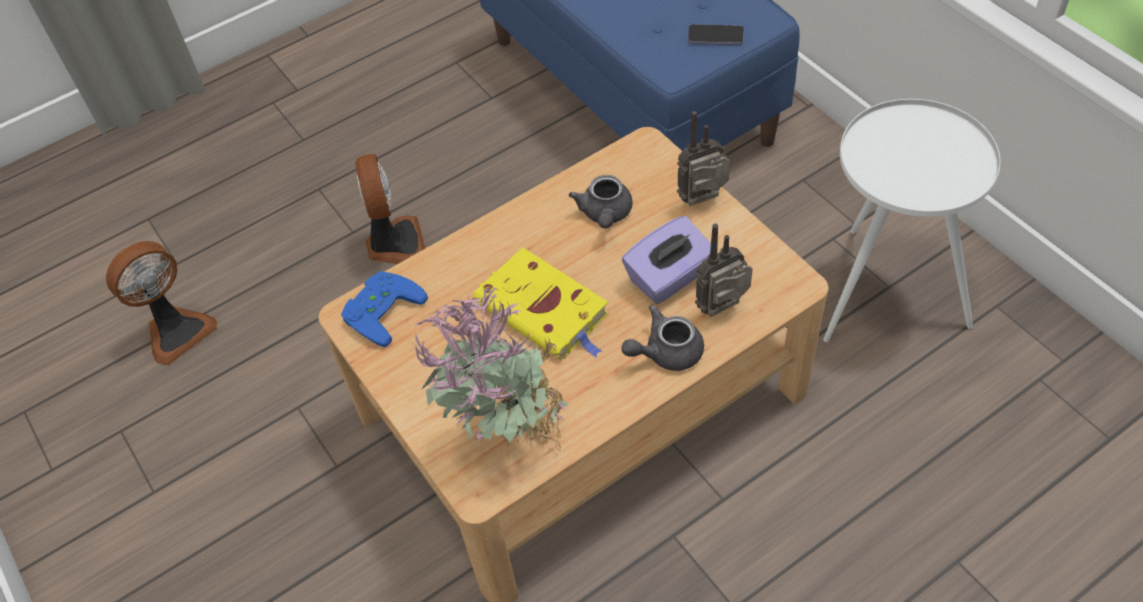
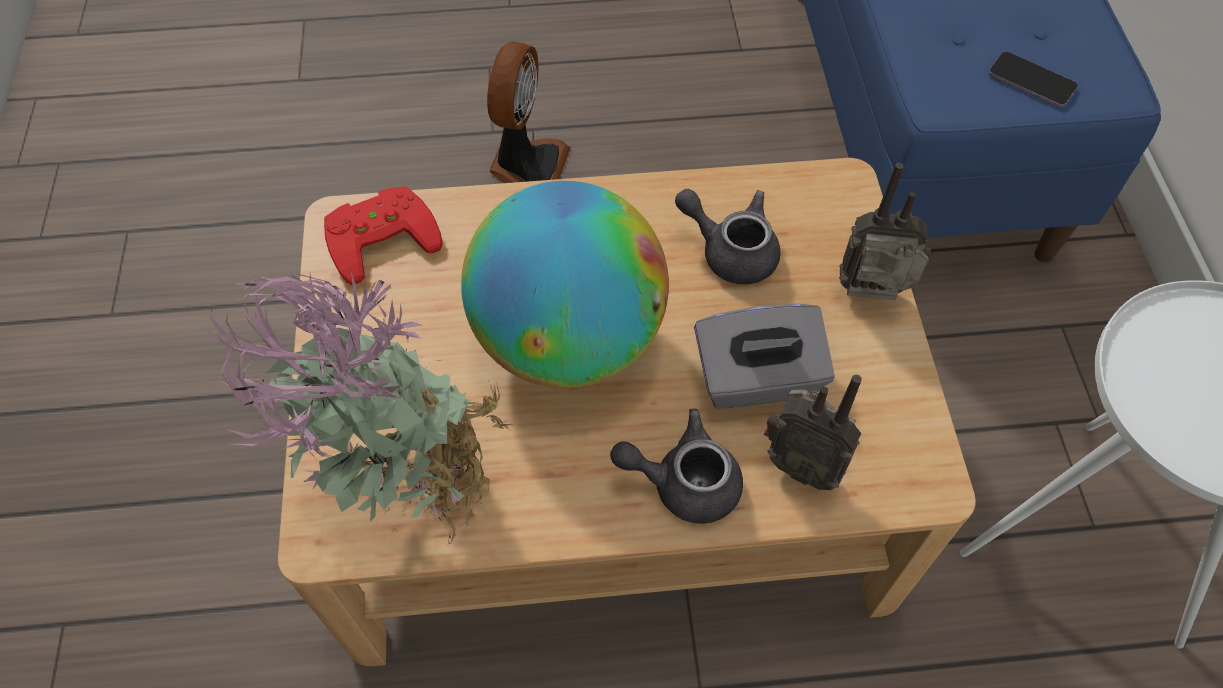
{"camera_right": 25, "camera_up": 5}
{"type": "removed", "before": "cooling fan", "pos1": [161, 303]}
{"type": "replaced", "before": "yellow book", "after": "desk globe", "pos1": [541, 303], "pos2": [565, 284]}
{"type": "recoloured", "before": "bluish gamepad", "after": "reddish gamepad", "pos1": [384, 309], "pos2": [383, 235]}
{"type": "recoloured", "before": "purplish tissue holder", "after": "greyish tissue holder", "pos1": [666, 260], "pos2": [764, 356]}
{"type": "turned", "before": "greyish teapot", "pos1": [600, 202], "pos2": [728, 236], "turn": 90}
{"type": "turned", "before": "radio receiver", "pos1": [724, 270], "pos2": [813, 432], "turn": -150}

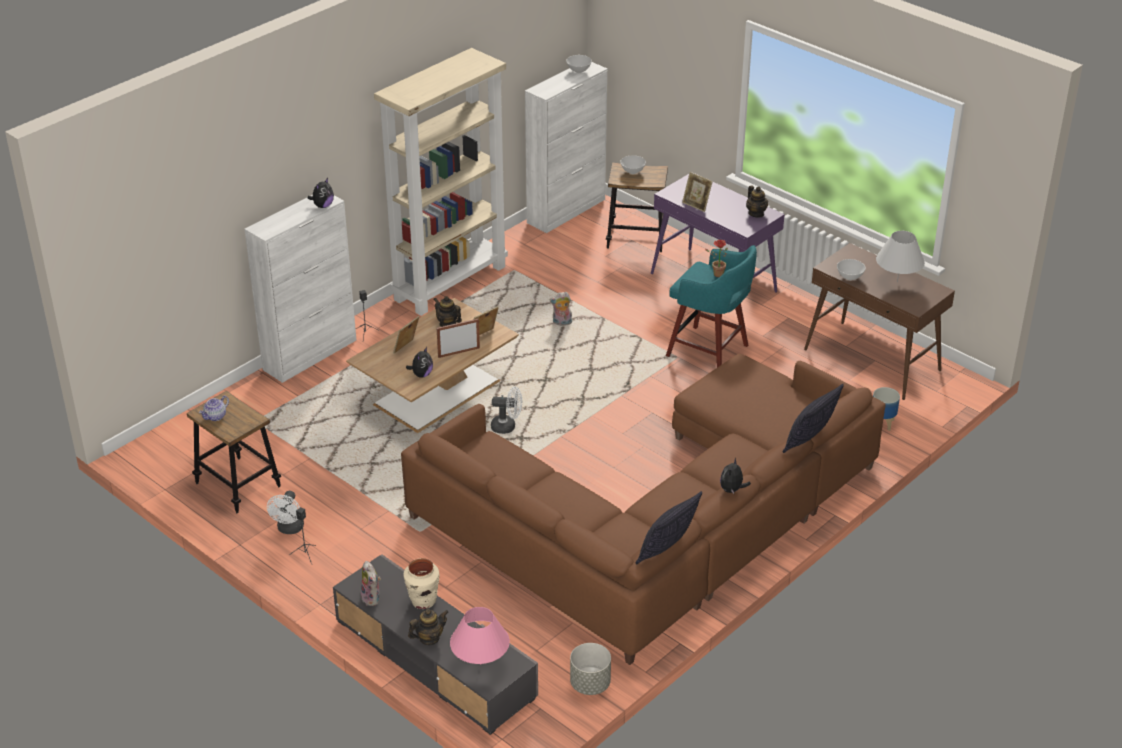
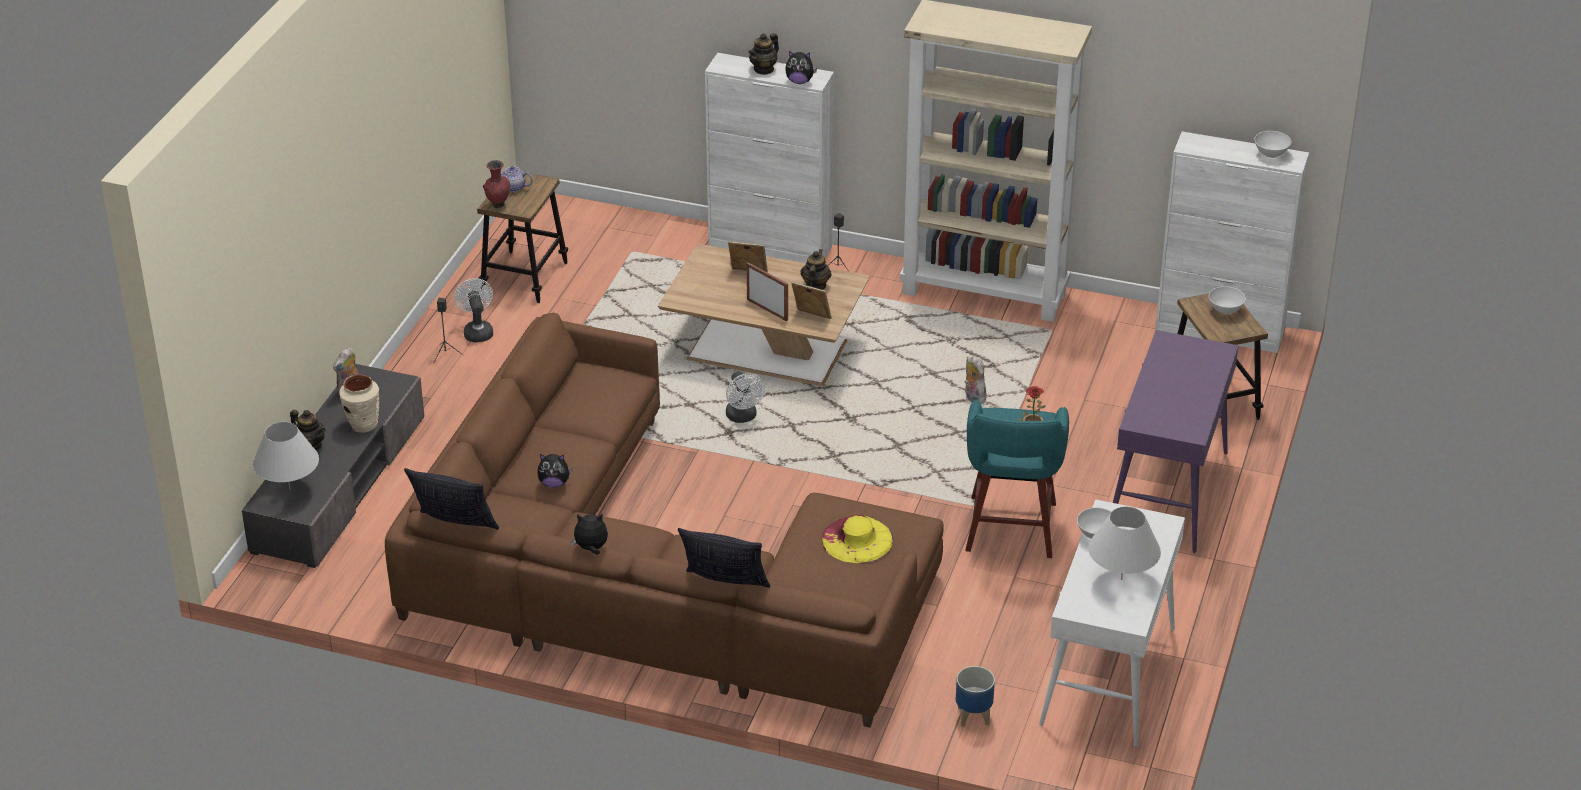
{"camera_right": 65, "camera_up": 0}
{"type": "removed", "before": "greyish flower pot", "pos1": [590, 669]}
{"type": "removed", "before": "photo frame", "pos1": [697, 192]}
{"type": "added", "after": "reddish decorative vase", "pos2": [496, 184]}
{"type": "added", "after": "yellow hat", "pos2": [858, 539]}
{"type": "moved", "before": "plush toy", "pos1": [419, 362], "pos2": [555, 471]}
{"type": "moved", "before": "teapot", "pos1": [757, 201], "pos2": [763, 54]}
{"type": "recoloured", "before": "pinkish tabletop lamp", "after": "white tabletop lamp", "pos1": [480, 636], "pos2": [285, 456]}
{"type": "recoloured", "before": "brown hall table", "after": "white hall table", "pos1": [879, 321], "pos2": [1112, 623]}
{"type": "turned", "before": "white cooling fan", "pos1": [285, 512], "pos2": [473, 310], "turn": 90}

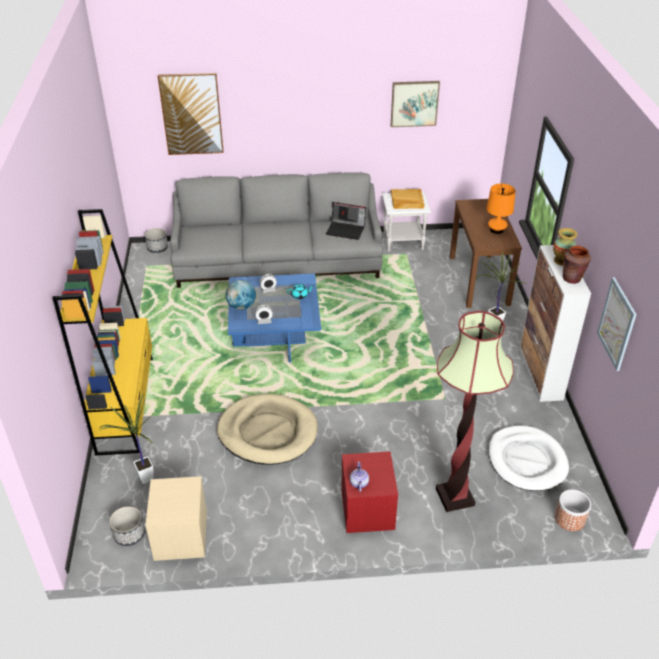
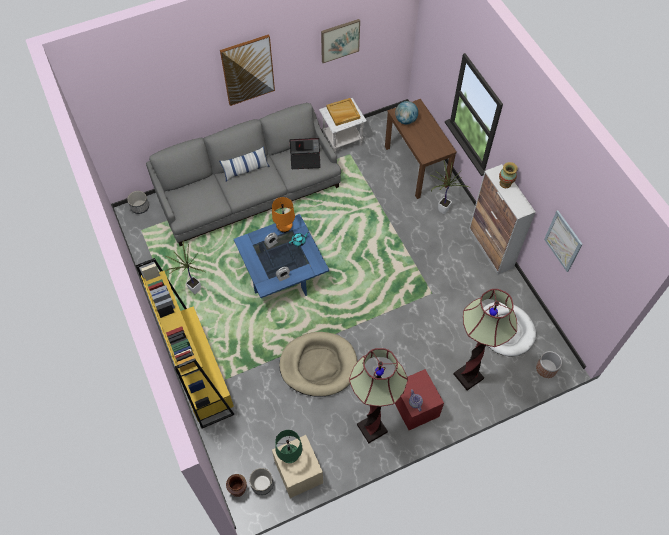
{"camera_right": -20, "camera_up": 20}
{"type": "added", "after": "pillow", "pos2": [244, 164]}
{"type": "added", "after": "green tabletop lamp", "pos2": [288, 446]}
{"type": "added", "after": "standard lamp", "pos2": [378, 395]}
{"type": "moved", "before": "houseplant", "pos1": [127, 439], "pos2": [185, 267]}
{"type": "moved", "before": "wall picture", "pos1": [191, 114], "pos2": [247, 70]}
{"type": "moved", "before": "desk globe", "pos1": [241, 295], "pos2": [406, 113]}
{"type": "moved", "before": "orange tabletop lamp", "pos1": [501, 209], "pos2": [283, 215]}
{"type": "moved", "before": "brown decorative vase", "pos1": [577, 264], "pos2": [236, 485]}

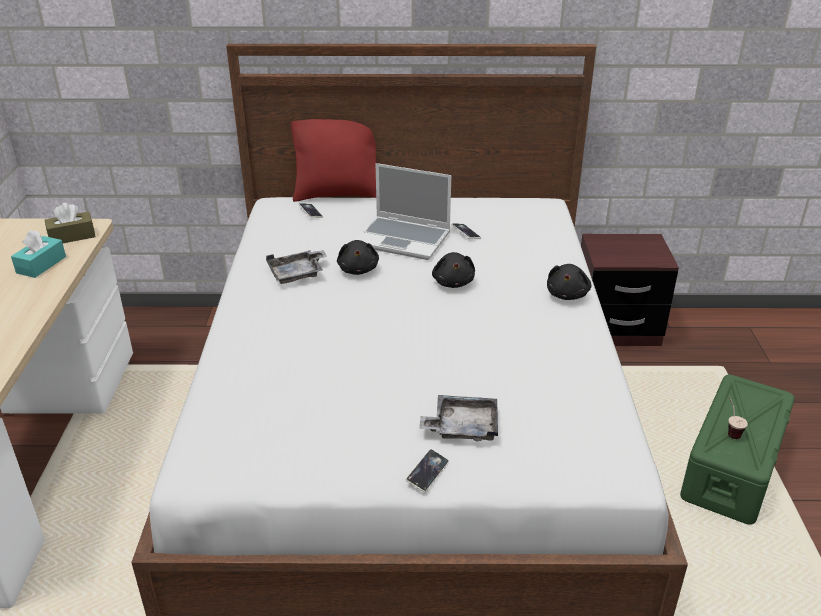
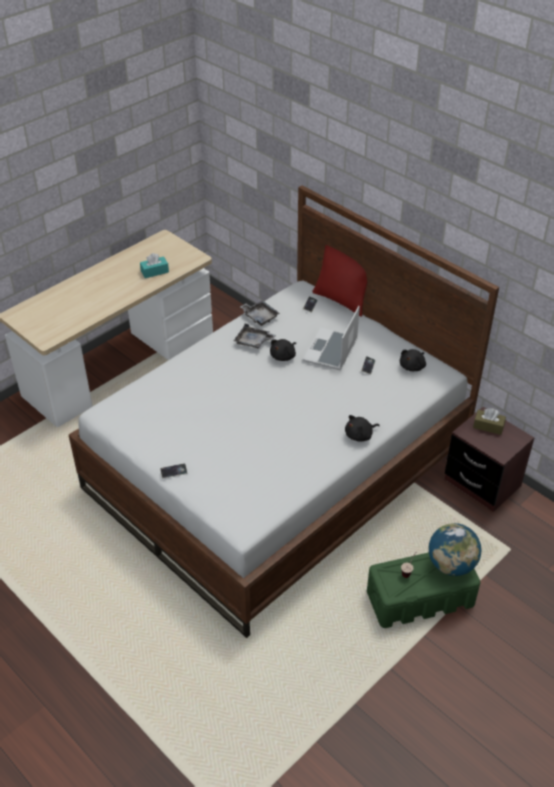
{"camera_right": 45, "camera_up": 10}
{"type": "added", "after": "desk globe", "pos2": [455, 549]}
{"type": "moved", "before": "brown tissue holder", "pos1": [70, 223], "pos2": [489, 421]}
{"type": "moved", "before": "greyish serving tray", "pos1": [458, 418], "pos2": [260, 313]}
{"type": "moved", "before": "blackish plush toy", "pos1": [453, 270], "pos2": [412, 360]}
{"type": "turned", "before": "laptop", "pos1": [403, 211], "pos2": [331, 338], "turn": 45}

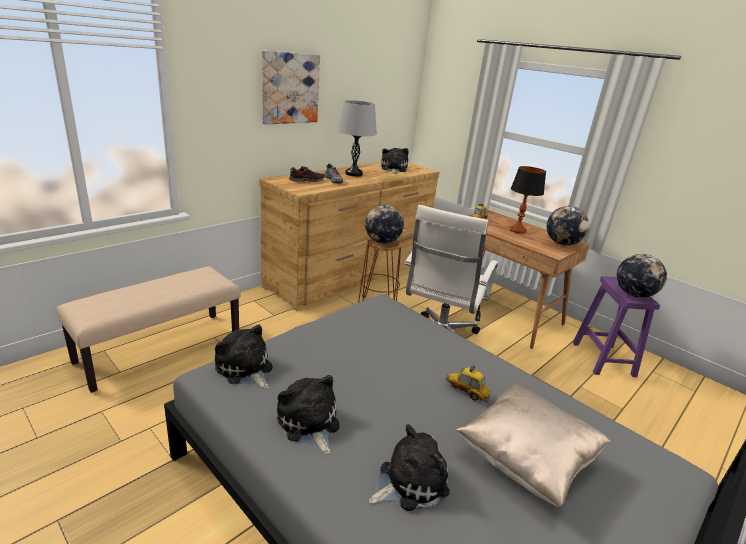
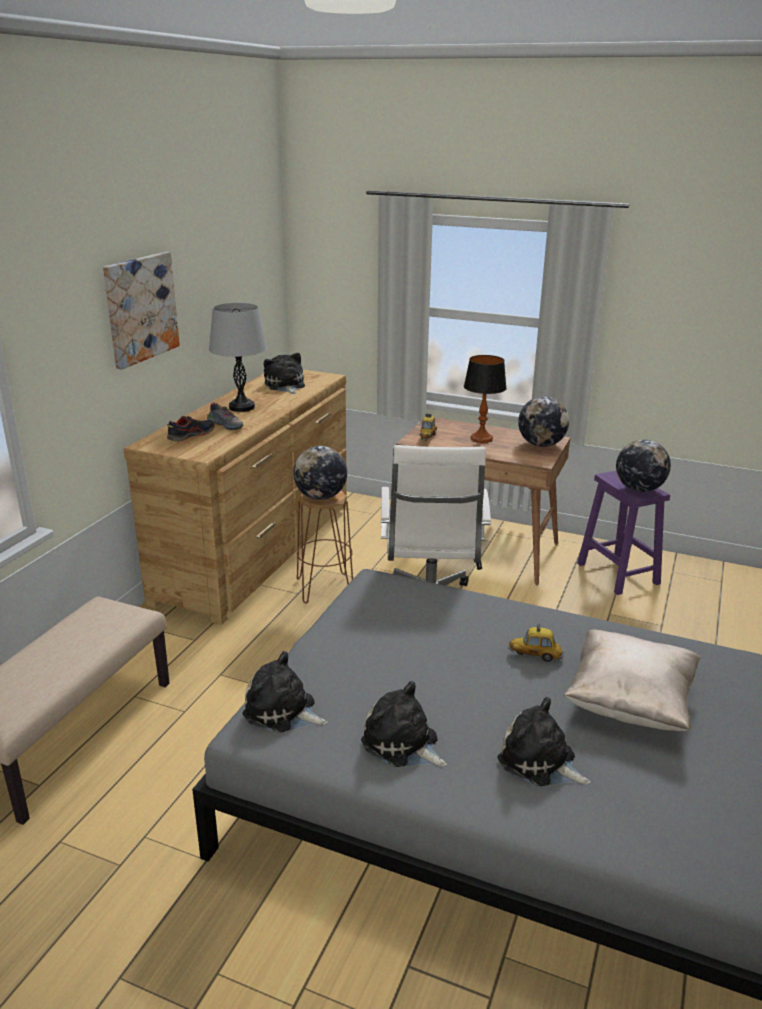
{"camera_right": -20, "camera_up": 0}
{"type": "turned", "before": "plush toy", "pos1": [409, 467], "pos2": [544, 741], "turn": -90}

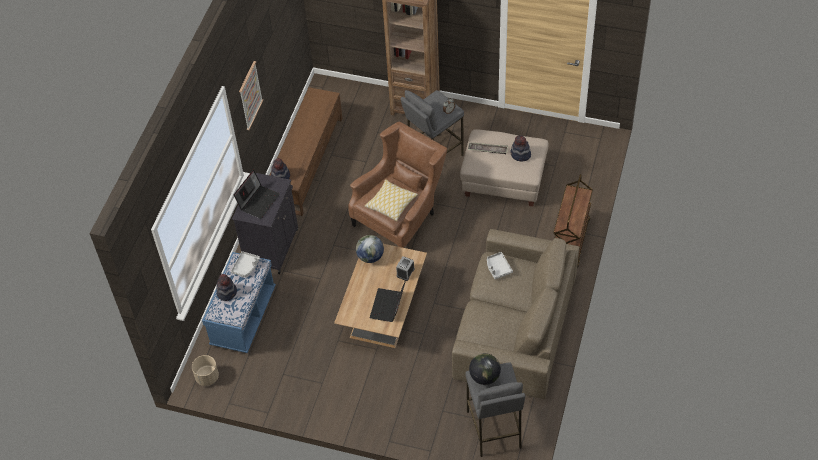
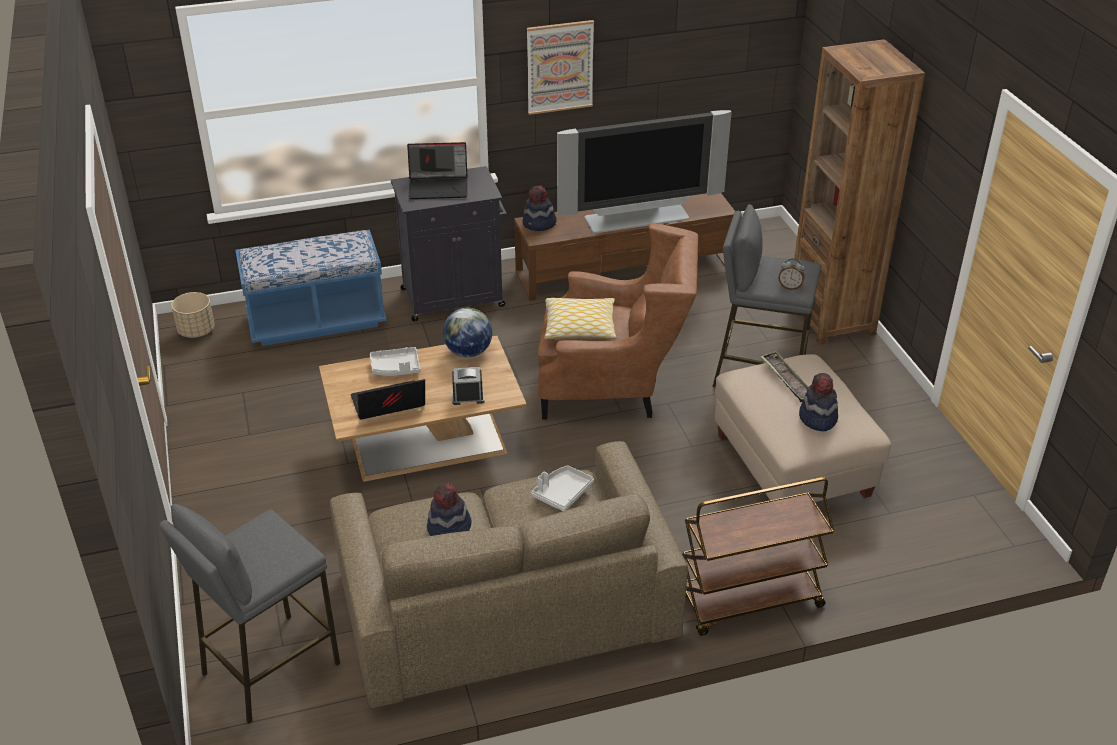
{"camera_right": 55, "camera_up": -15}
{"type": "removed", "before": "desk globe", "pos1": [485, 369]}
{"type": "added", "after": "TV set", "pos2": [644, 171]}
{"type": "moved", "before": "hat", "pos1": [226, 287], "pos2": [449, 509]}
{"type": "moved", "before": "greyish serving tray", "pos1": [245, 264], "pos2": [395, 361]}

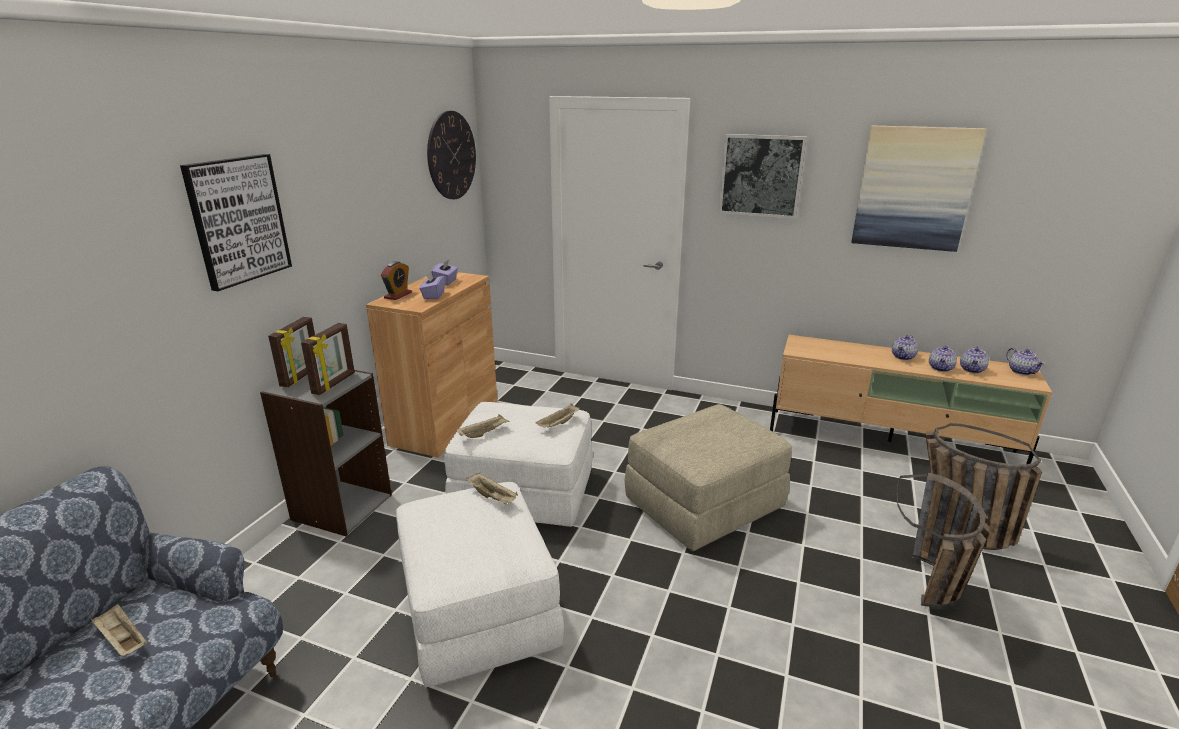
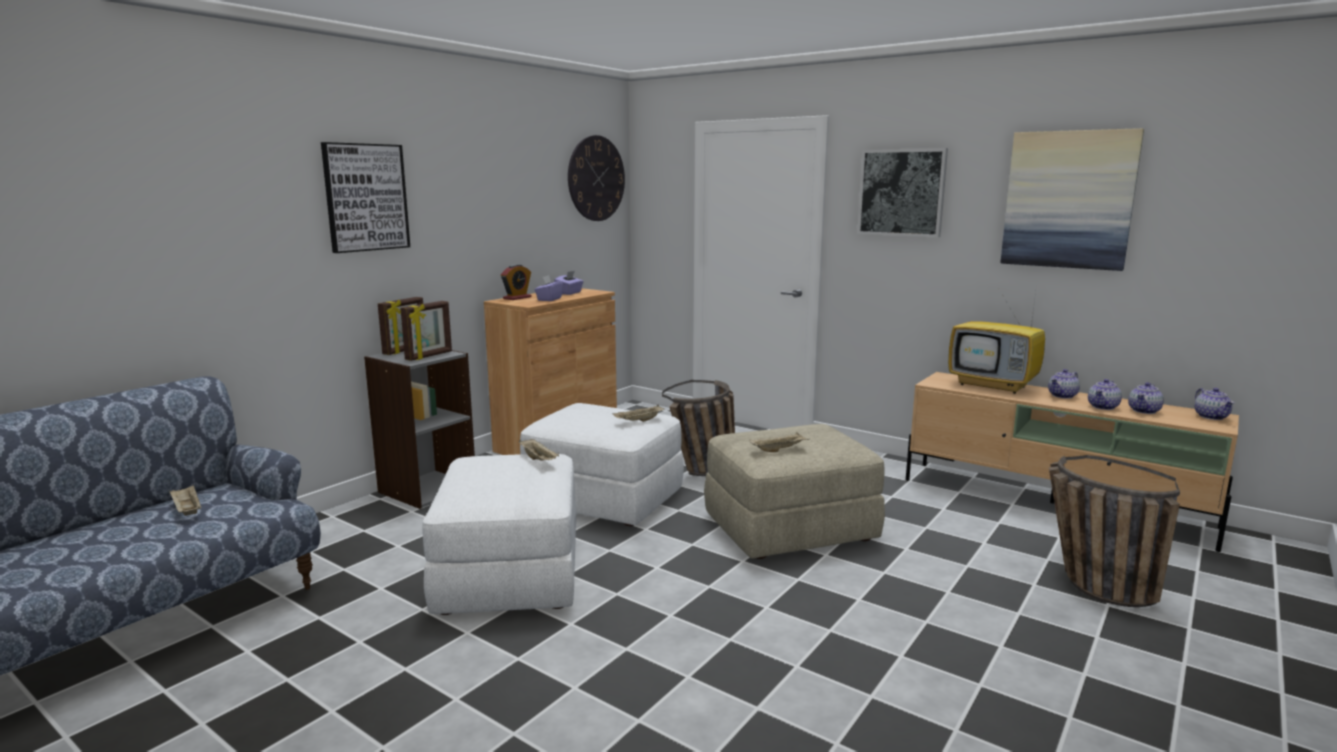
{"camera_right": 15, "camera_up": -10}
{"type": "added", "after": "TV set", "pos2": [996, 339]}
{"type": "moved", "before": "beige serving tray", "pos1": [483, 426], "pos2": [779, 442]}
{"type": "moved", "before": "basket", "pos1": [943, 540], "pos2": [698, 428]}

